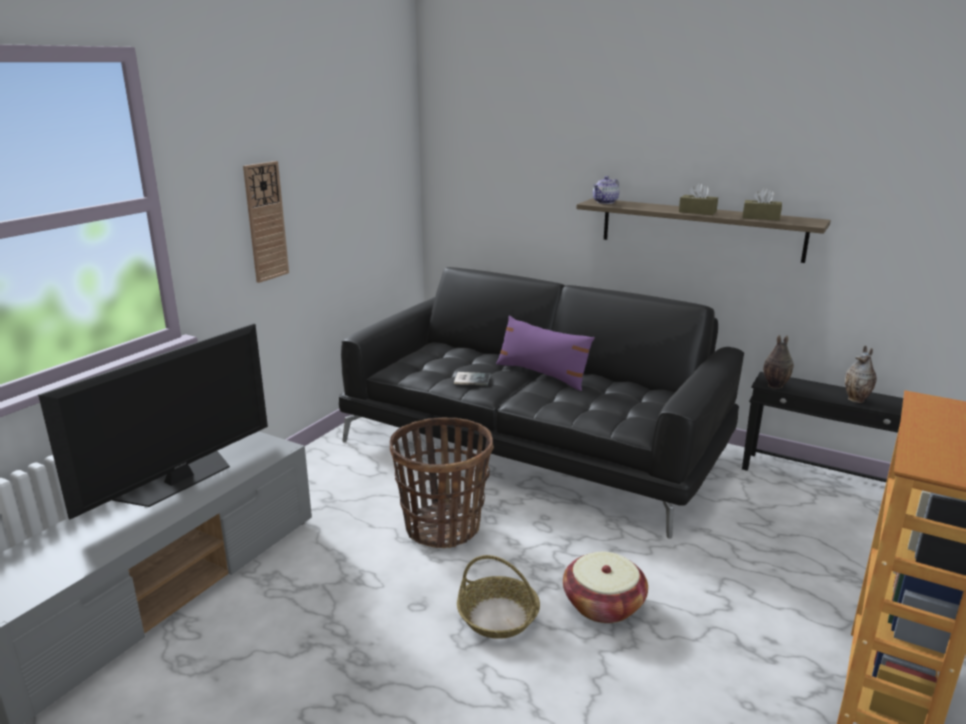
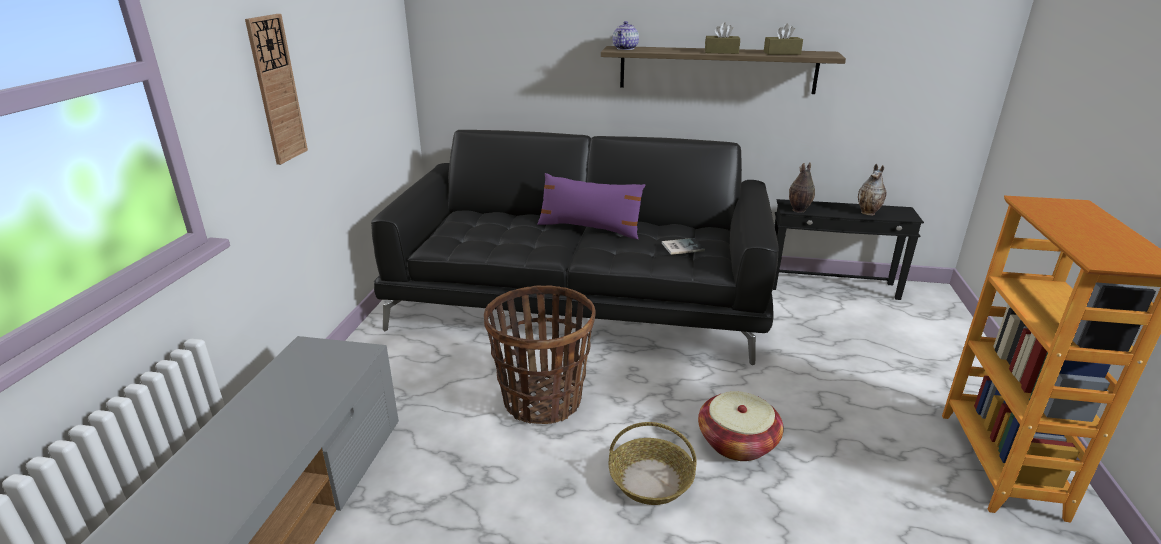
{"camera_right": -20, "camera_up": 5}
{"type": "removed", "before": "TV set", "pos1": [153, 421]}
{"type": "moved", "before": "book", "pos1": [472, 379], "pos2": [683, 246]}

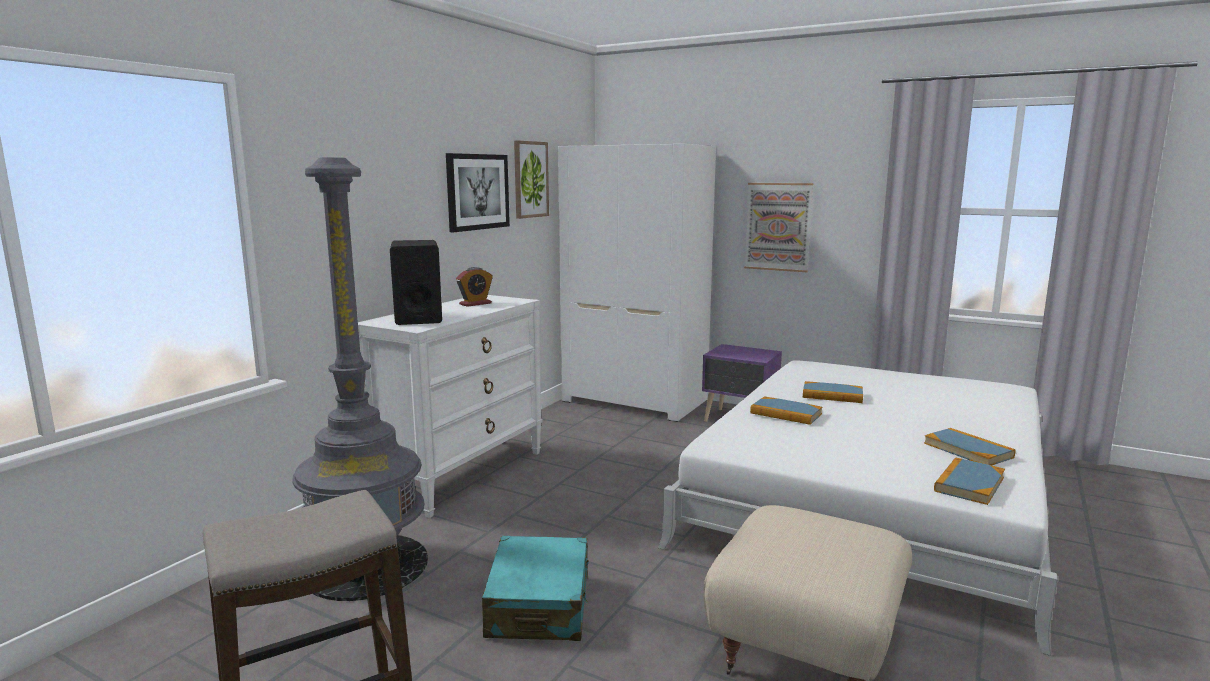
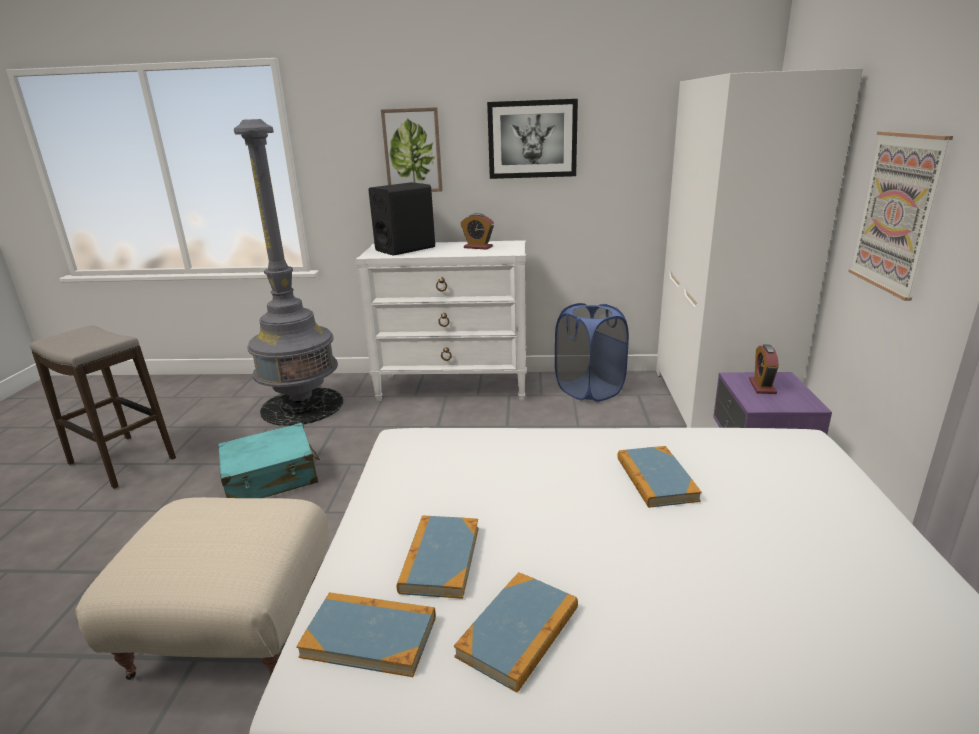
{"camera_right": 65, "camera_up": 10}
{"type": "added", "after": "bluish washing basket", "pos2": [592, 352]}
{"type": "added", "after": "alarm clock", "pos2": [764, 369]}
{"type": "moved", "before": "wall picture", "pos1": [531, 179], "pos2": [412, 149]}
{"type": "moved", "before": "book", "pos1": [786, 410], "pos2": [438, 557]}

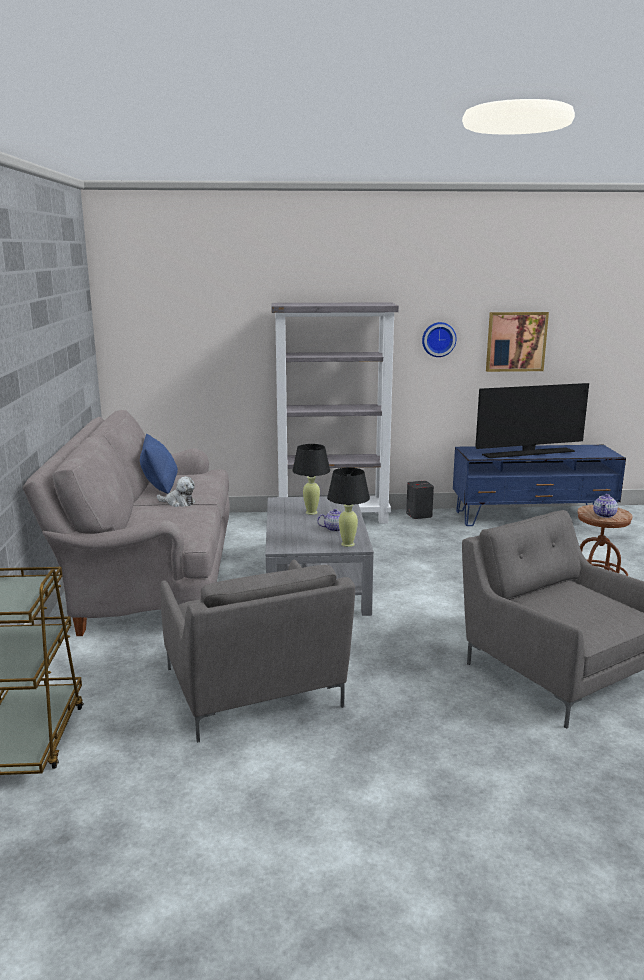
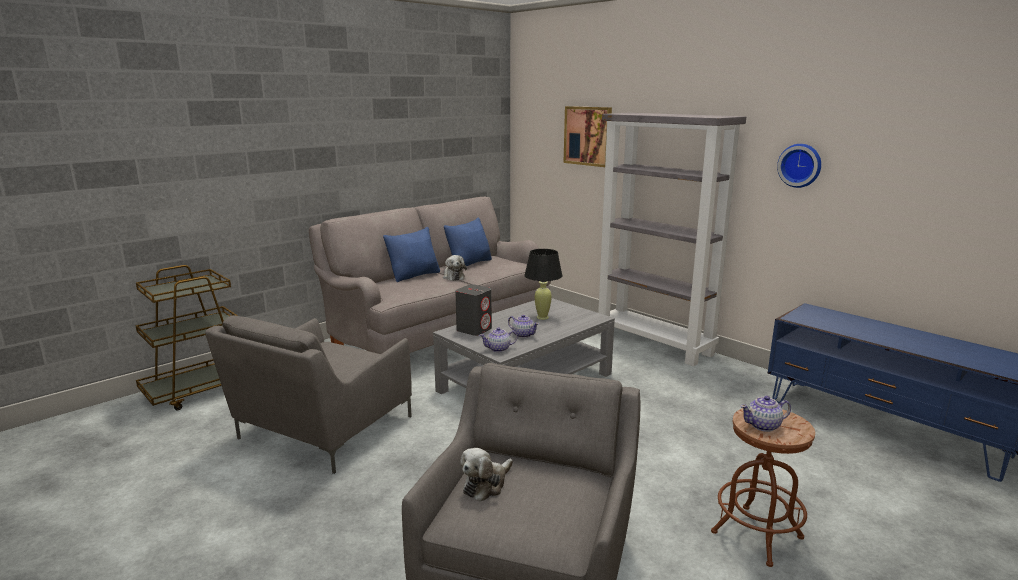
{"camera_right": 50, "camera_up": 0}
{"type": "removed", "before": "TV set", "pos1": [532, 420]}
{"type": "added", "after": "bluish pillow", "pos2": [411, 254]}
{"type": "added", "after": "plush toy", "pos2": [486, 475]}
{"type": "moved", "before": "greyish speaker", "pos1": [420, 500], "pos2": [473, 310]}
{"type": "moved", "before": "wall picture", "pos1": [517, 342], "pos2": [587, 136]}
{"type": "replaced", "before": "blackish tabletop lamp", "after": "teapot", "pos1": [348, 507], "pos2": [499, 339]}

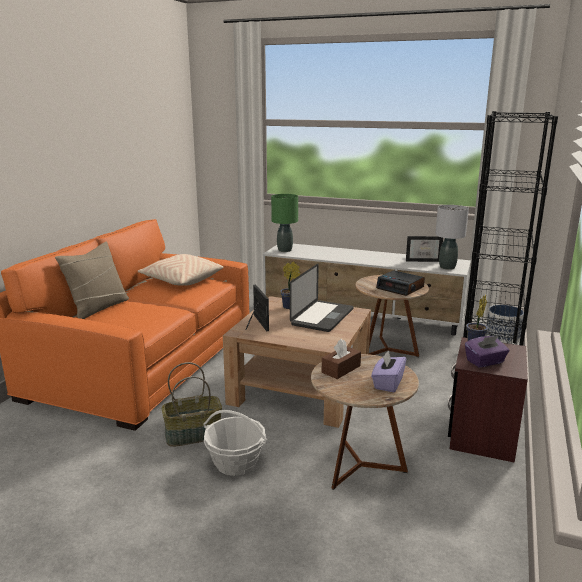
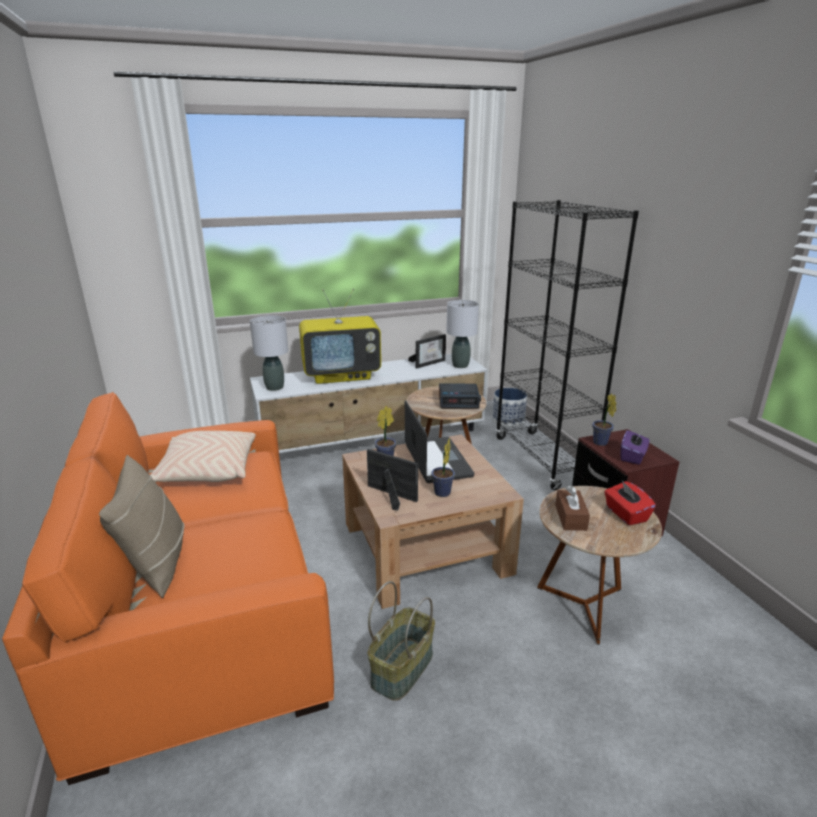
{"camera_right": -40, "camera_up": 5}
{"type": "removed", "before": "basket", "pos1": [235, 443]}
{"type": "added", "after": "TV set", "pos2": [340, 336]}
{"type": "added", "after": "houseplant", "pos2": [443, 467]}
{"type": "recoloured", "before": "green tabletop lamp", "after": "greyish tabletop lamp", "pos1": [284, 223], "pos2": [269, 353]}
{"type": "recoloured", "before": "purplish tissue holder", "after": "reddish tissue holder", "pos1": [388, 371], "pos2": [630, 503]}

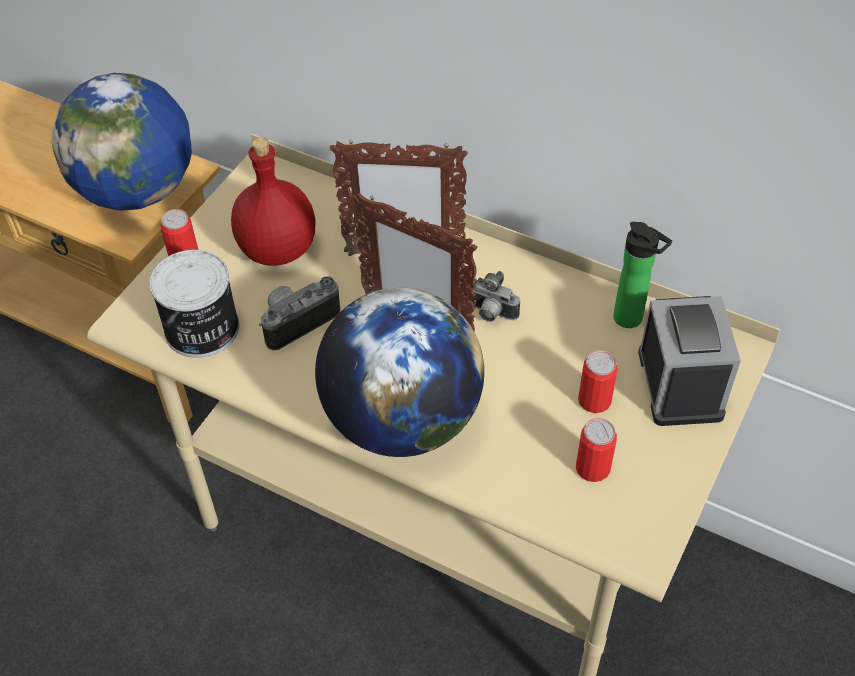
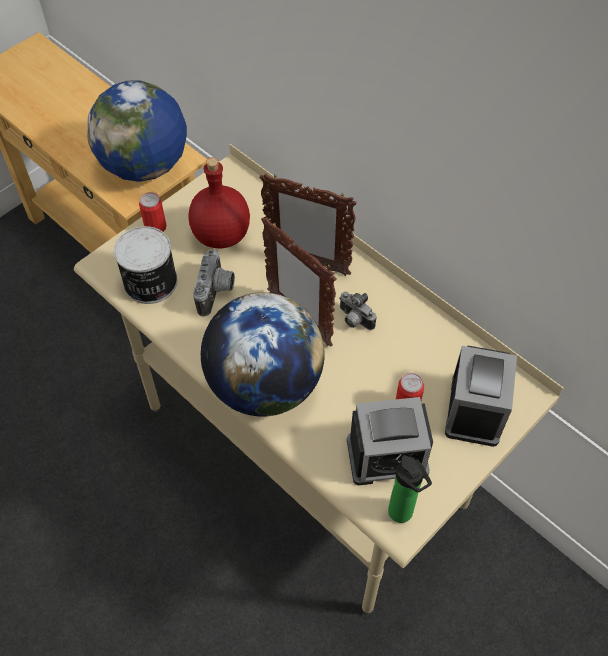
{"camera_right": 15, "camera_up": 5}
{"type": "moved", "before": "drink bottle", "pos1": [642, 275], "pos2": [410, 489]}
{"type": "replaced", "before": "can", "after": "alarm clock", "pos1": [596, 450], "pos2": [390, 441]}
{"type": "turned", "before": "still camera", "pos1": [299, 314], "pos2": [214, 283], "turn": 120}

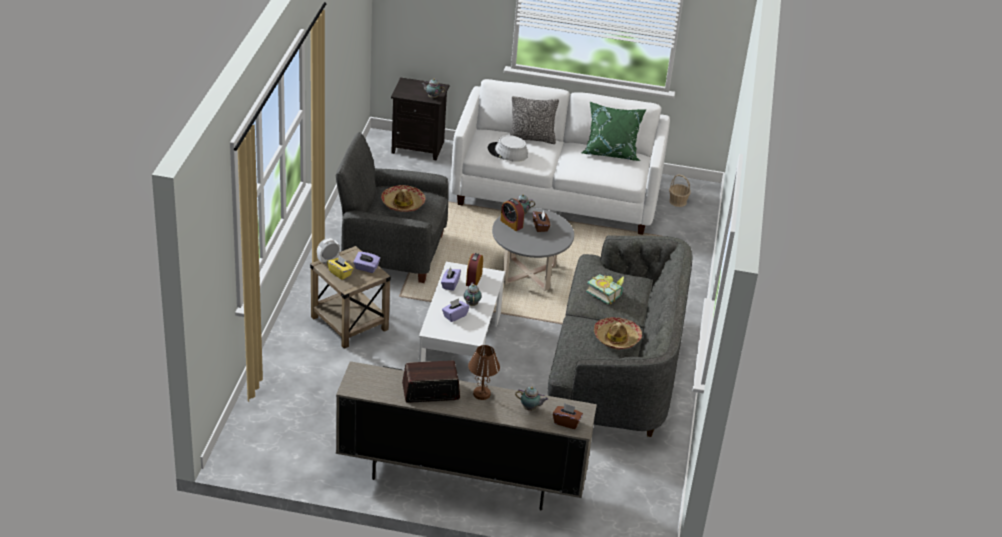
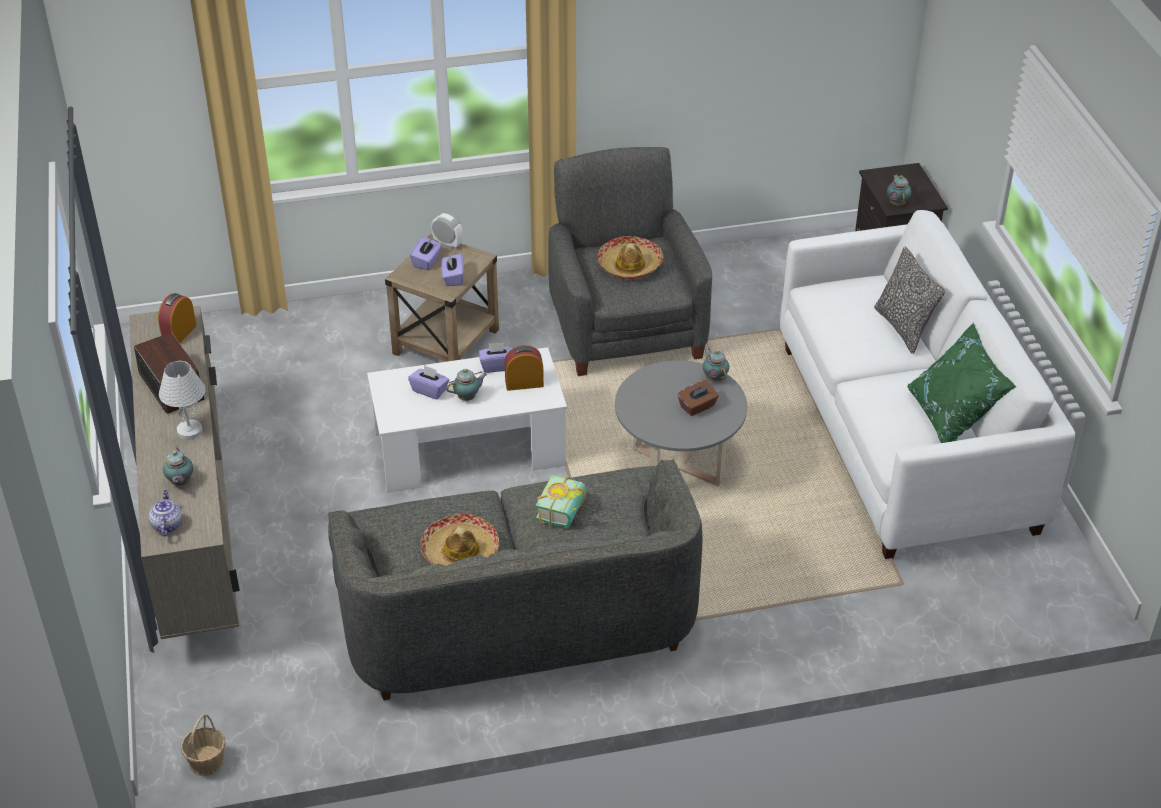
{"camera_right": 70, "camera_up": 5}
{"type": "removed", "before": "greyish hat", "pos1": [508, 148]}
{"type": "moved", "before": "alarm clock", "pos1": [512, 215], "pos2": [177, 318]}
{"type": "moved", "before": "basket", "pos1": [680, 191], "pos2": [203, 745]}
{"type": "replaced", "before": "brown tissue holder", "after": "teapot", "pos1": [568, 416], "pos2": [165, 513]}
{"type": "recoloured", "before": "yellow tissue holder", "after": "purplish tissue holder", "pos1": [340, 268], "pos2": [426, 253]}
{"type": "recoloured", "before": "brown tabletop lamp", "after": "white tabletop lamp", "pos1": [484, 372], "pos2": [182, 400]}

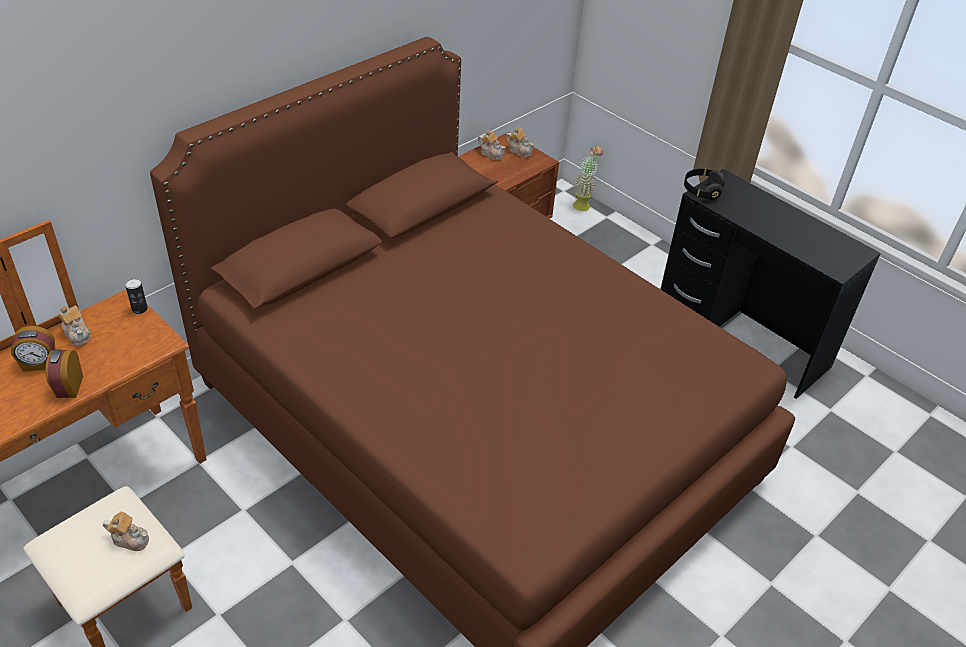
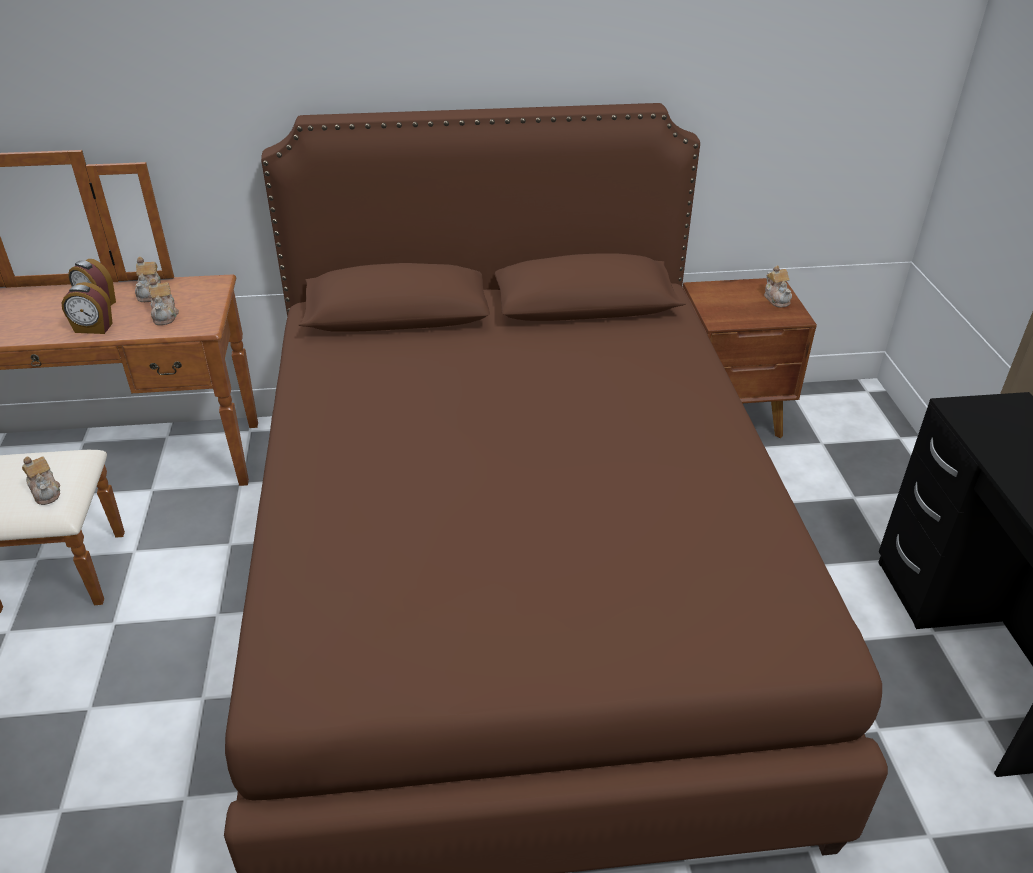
{"camera_right": 40, "camera_up": -5}
{"type": "removed", "before": "can", "pos1": [136, 296]}
{"type": "removed", "before": "houseplant", "pos1": [588, 178]}
{"type": "removed", "before": "blackish headphones", "pos1": [704, 184]}
{"type": "moved", "before": "teapot", "pos1": [492, 145], "pos2": [164, 301]}
{"type": "turned", "before": "alarm clock", "pos1": [64, 373], "pos2": [87, 308], "turn": -120}

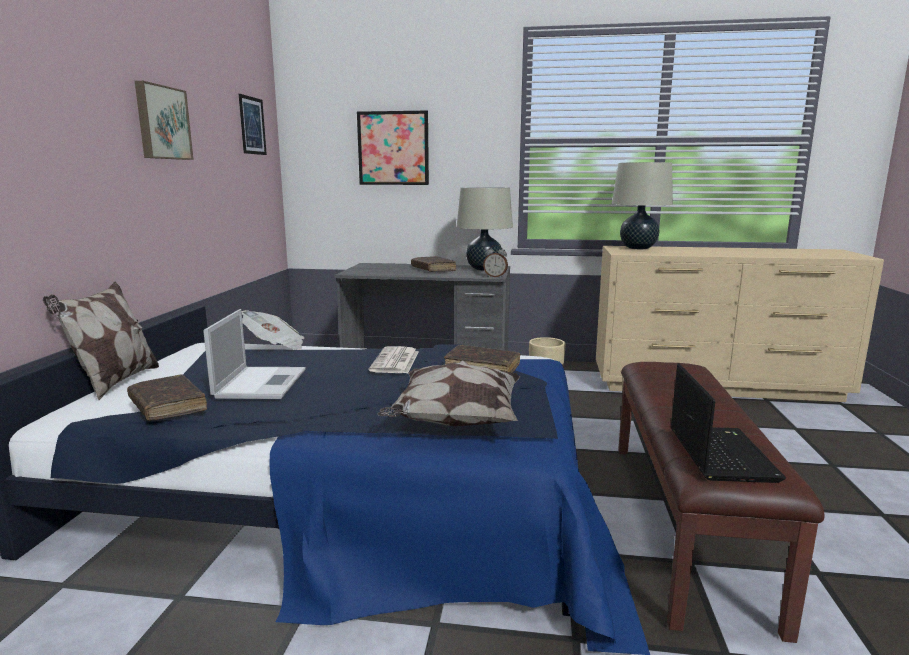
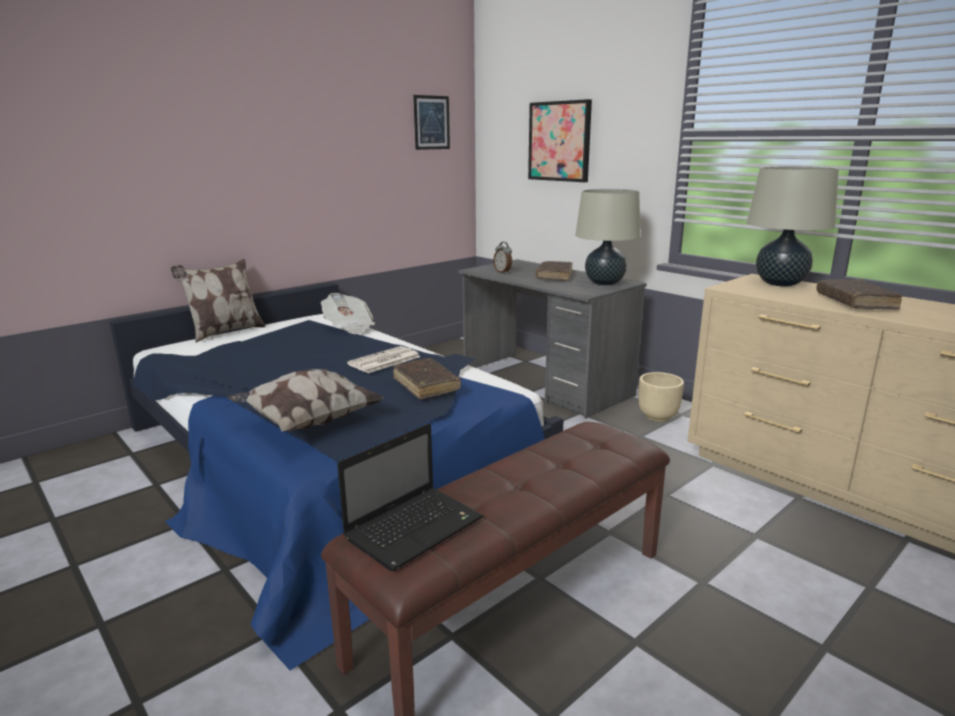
{"camera_right": 40, "camera_up": 5}
{"type": "removed", "before": "wall picture", "pos1": [164, 120]}
{"type": "removed", "before": "laptop", "pos1": [254, 354]}
{"type": "moved", "before": "brown book", "pos1": [167, 397], "pos2": [859, 294]}
{"type": "moved", "before": "alarm clock", "pos1": [495, 261], "pos2": [502, 258]}

